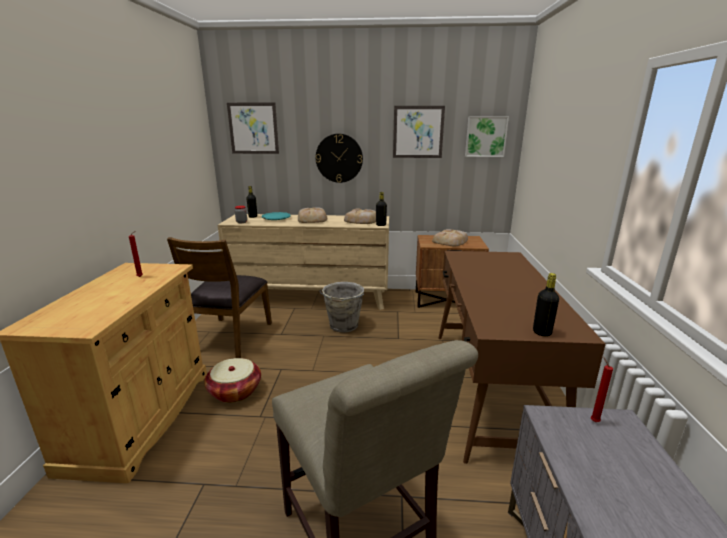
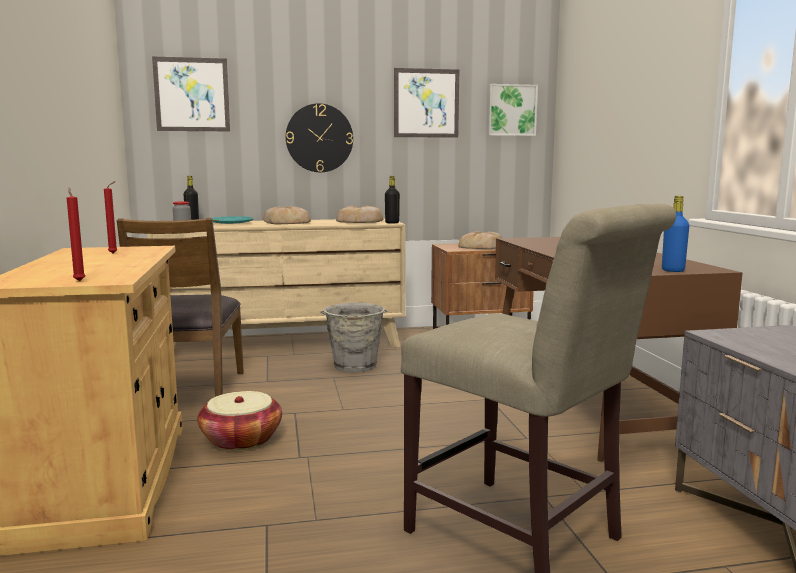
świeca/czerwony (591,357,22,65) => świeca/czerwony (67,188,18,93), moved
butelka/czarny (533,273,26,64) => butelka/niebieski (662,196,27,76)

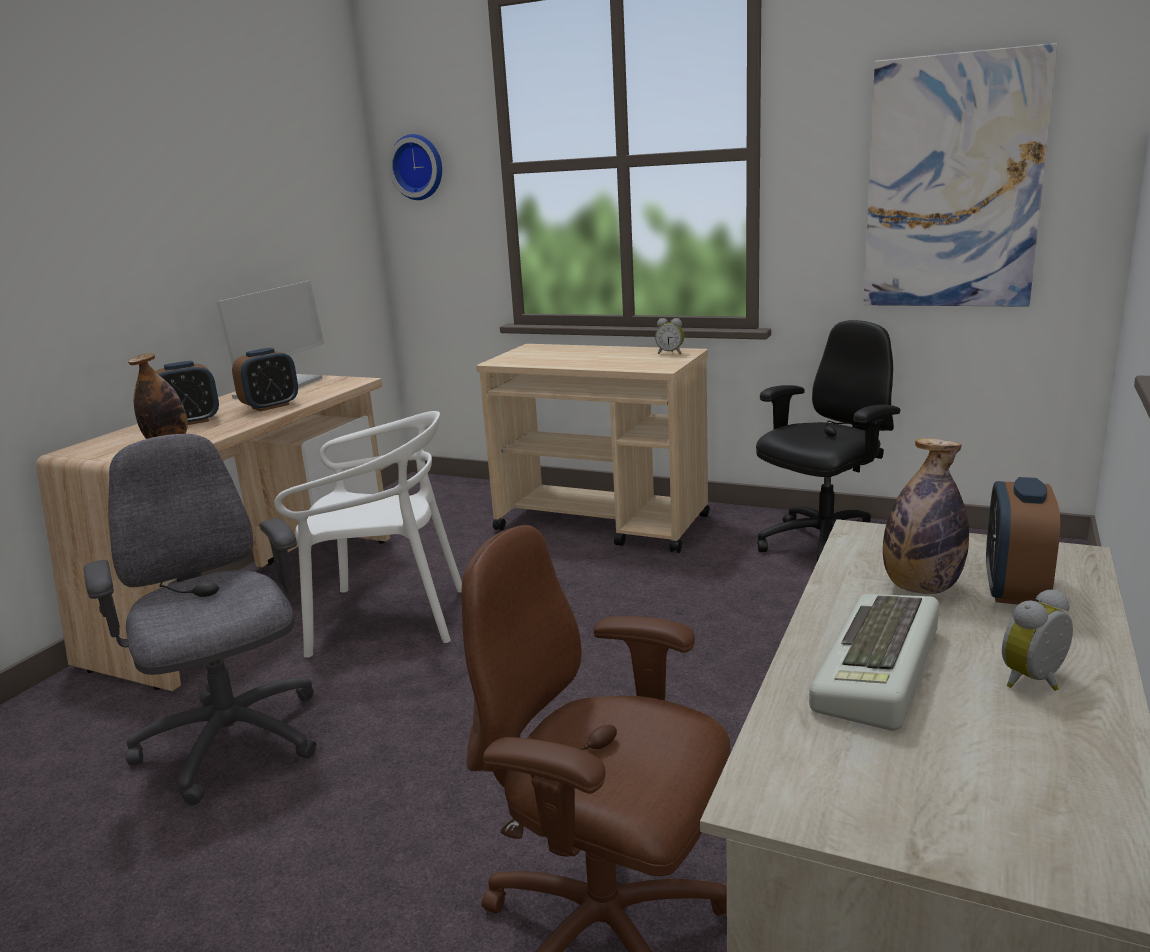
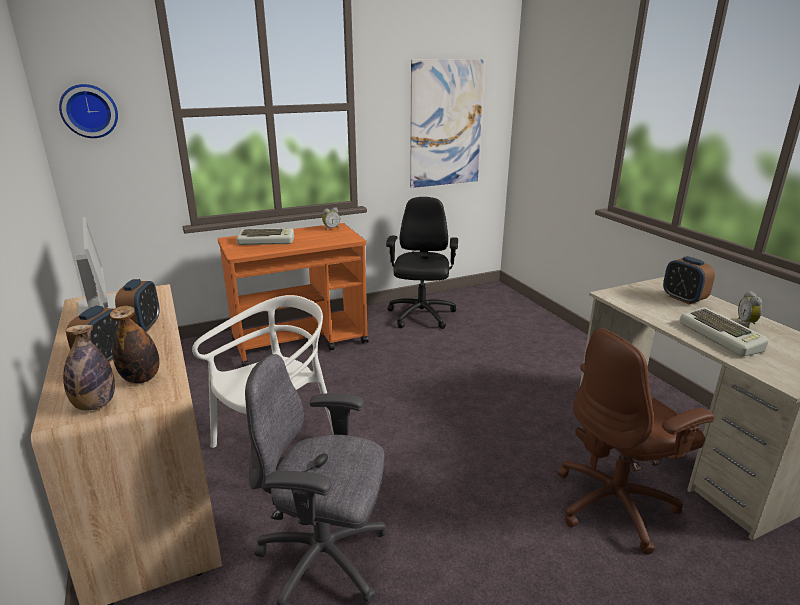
nothing => klawiatura (237,228,57,17)
butelka (883,438,86,156) => butelka (63,325,52,86), moved
wózek/beżowy (476,344,234,209) => wózek/pomarańczowy (218,223,150,144)

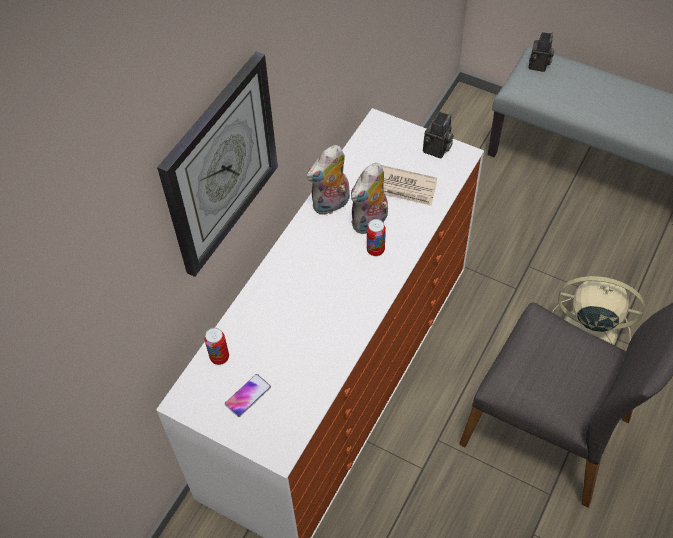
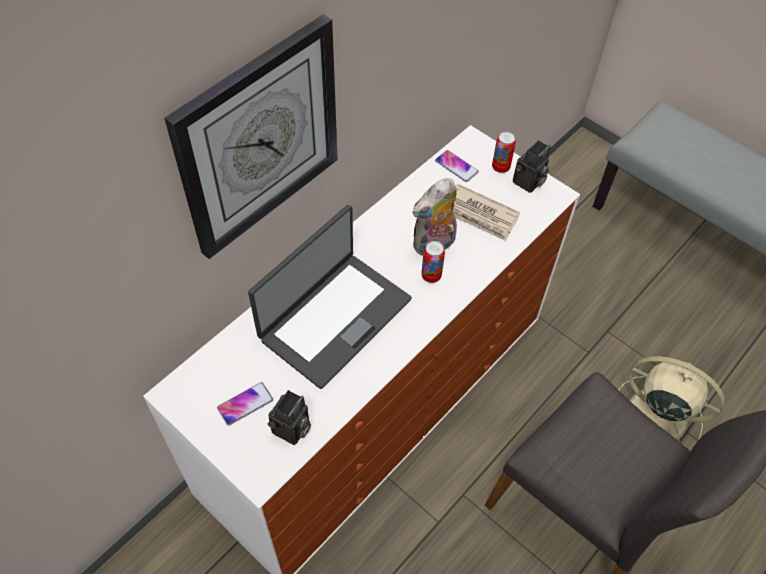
pluszak (307,145,43,70) => nothing
nothing => laptop (248,205,164,184)
nothing => telefon (435,150,44,32)
puszka (205,328,24,37) => puszka (492,132,24,41), moved
aparat fotograficzny (528,32,26,40) => aparat fotograficzny (268,390,43,55), moved

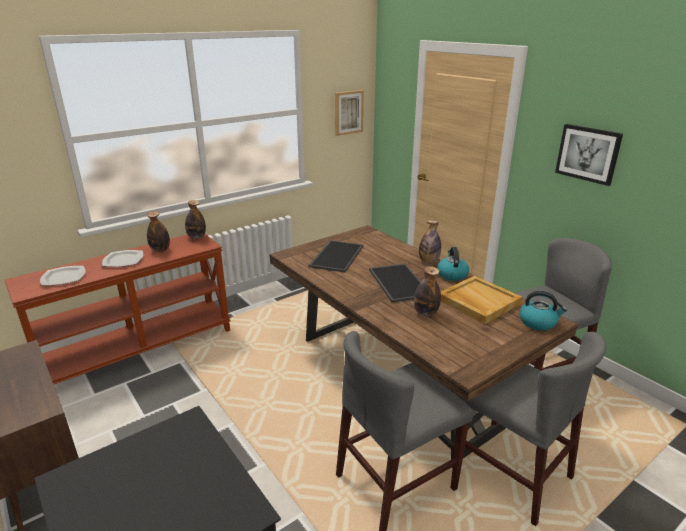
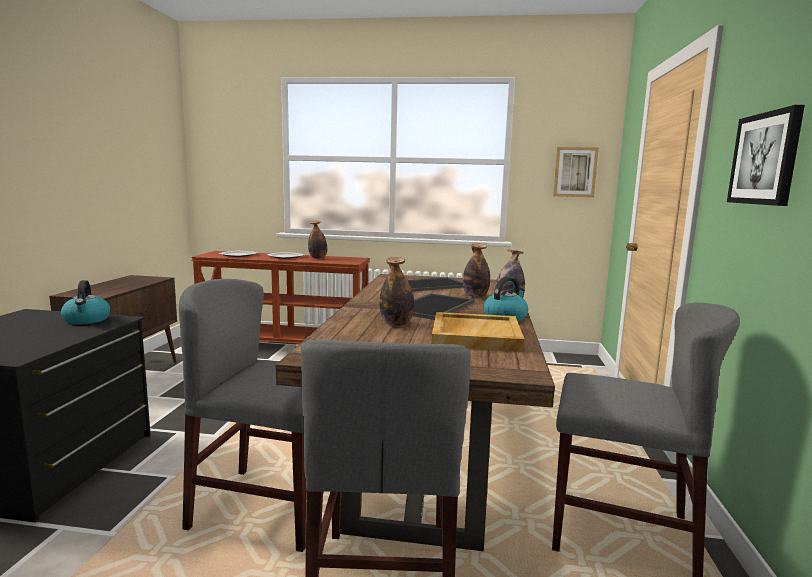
butelka (185,200,21,39) => butelka (463,243,27,54), moved
czajnik (520,291,47,40) => czajnik (61,280,49,44), moved

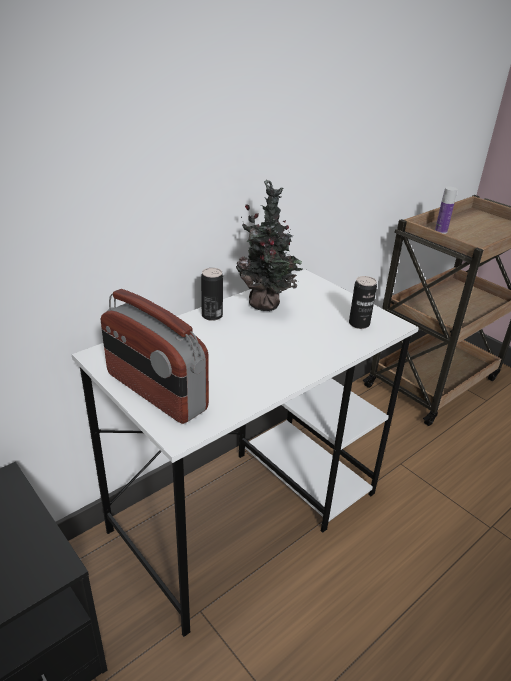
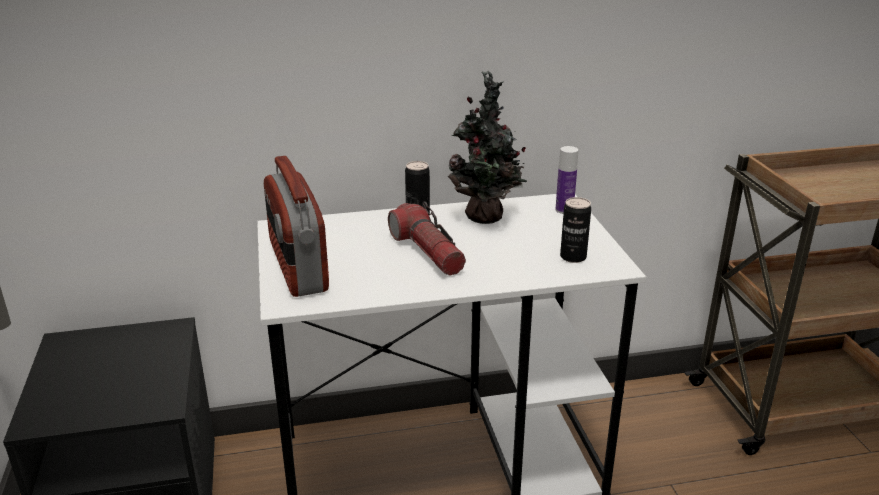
nothing => latarka (388,201,78,75)
butelka (435,187,22,47) => butelka (555,146,23,68), moved

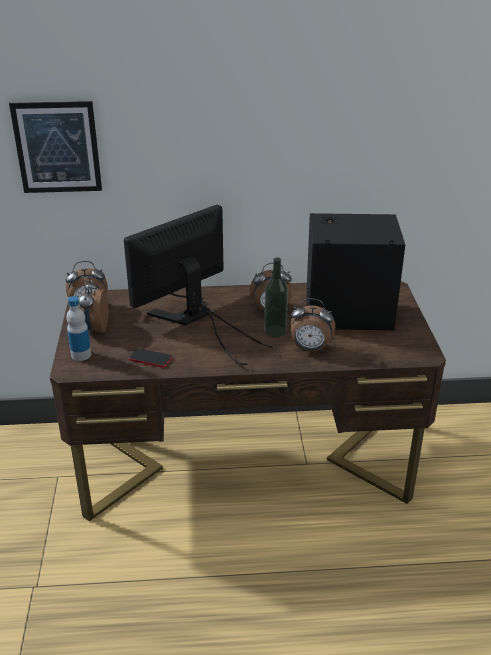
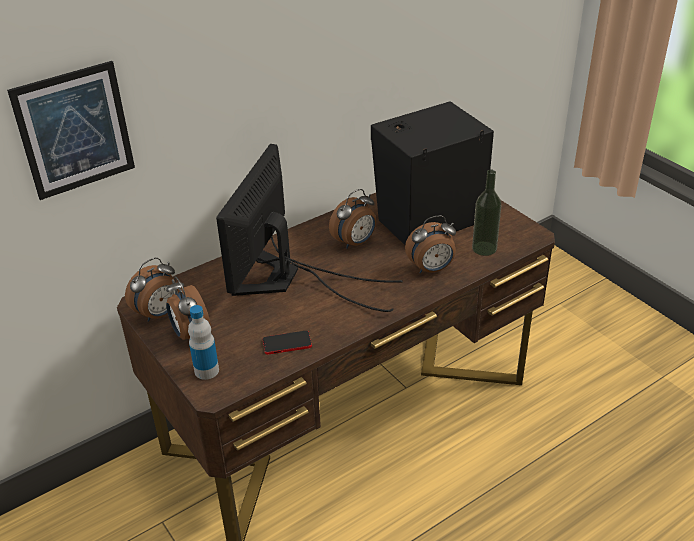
butelka (264,257,24,80) => butelka (472,170,29,86), moved

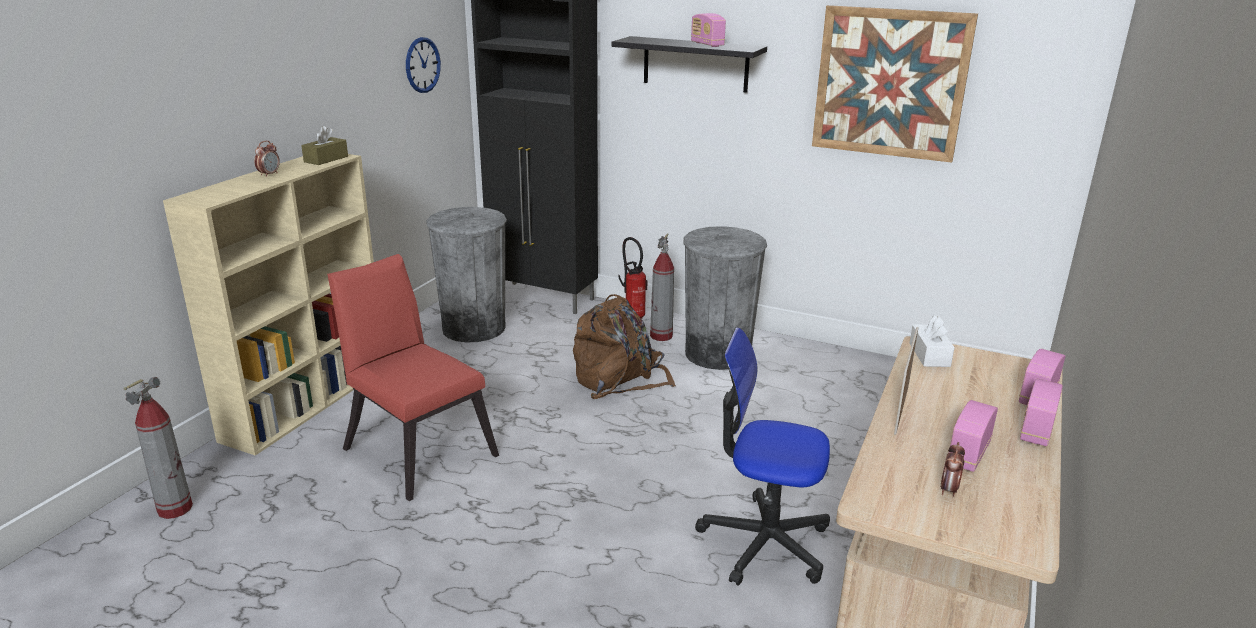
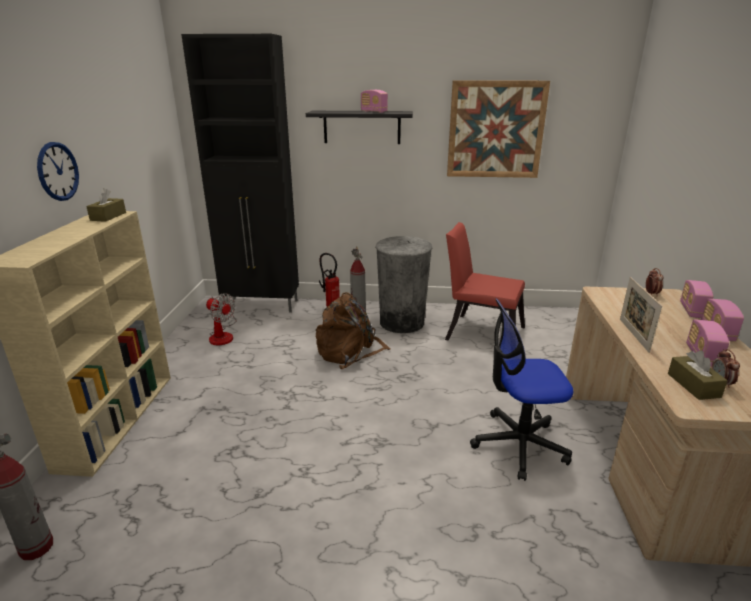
pudełko chusteczek/biały (910,315,45,52) => nothing
nothing => pudełko chusteczek/brązowy (668,351,60,49)
budzik (254,141,26,36) => budzik (646,268,17,28), moved
krzesło/czerwony (327,254,172,247) => krzesło/czerwony (445,222,80,118), moved
zegar ścienny (406,37,35,56) => zegar ścienny (37,142,42,59), moved
kosz na śmieci/szary (426,207,81,136) => wentylator (206,293,30,52)

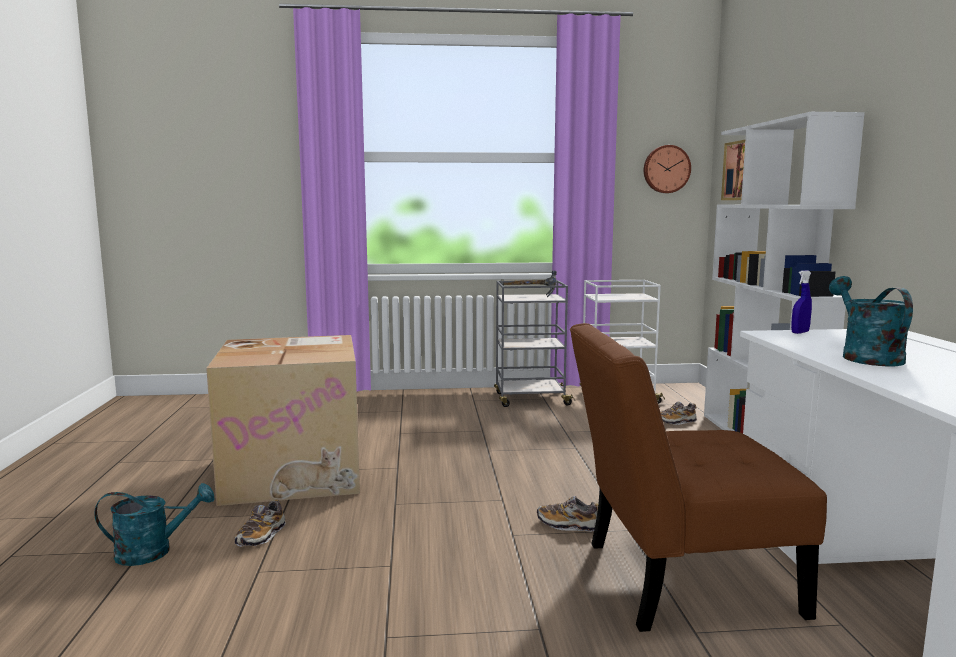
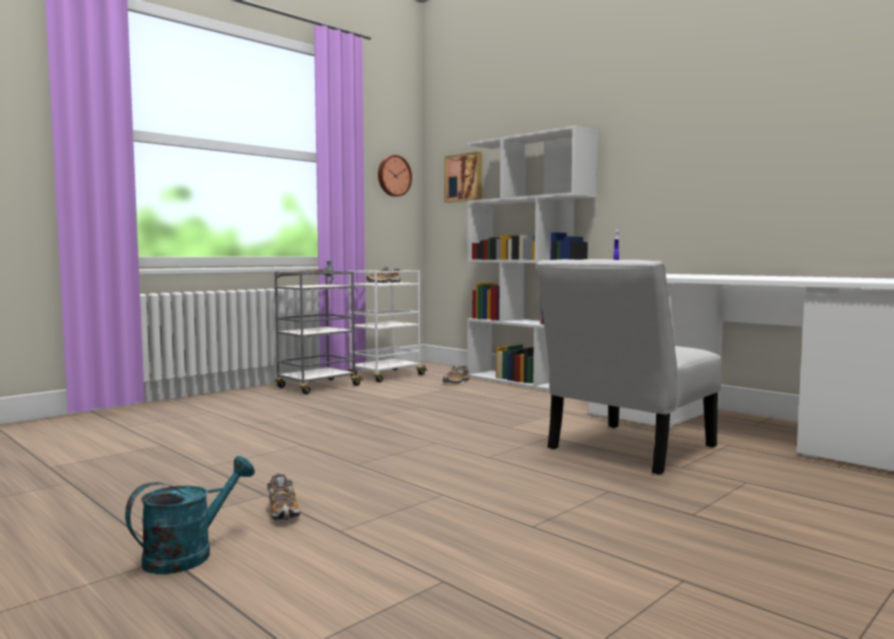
karton (206,335,154,171) => nothing
konewka/turkusowy (829,276,84,91) => nothing
but (537,496,61,36) => but (366,266,35,17), moved
krzesło/brązowy (570,323,257,309) => krzesło/biały (536,259,186,216)

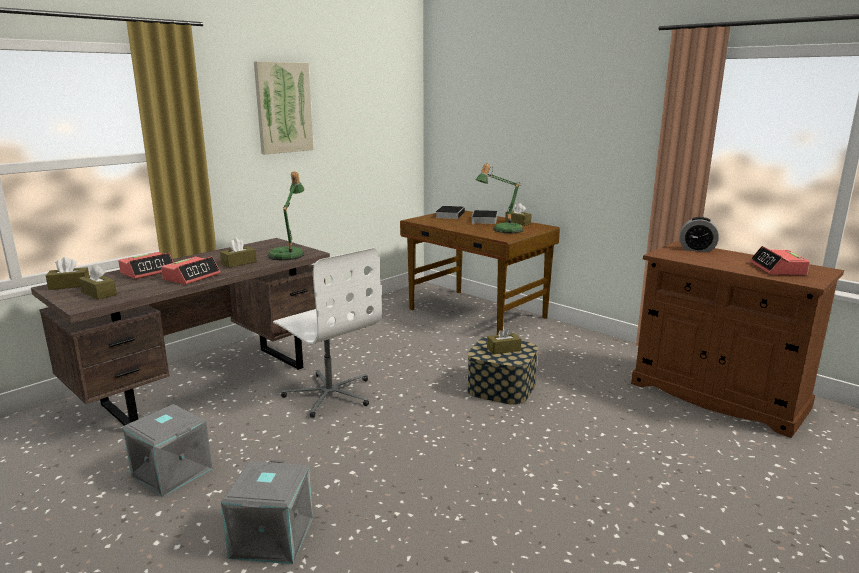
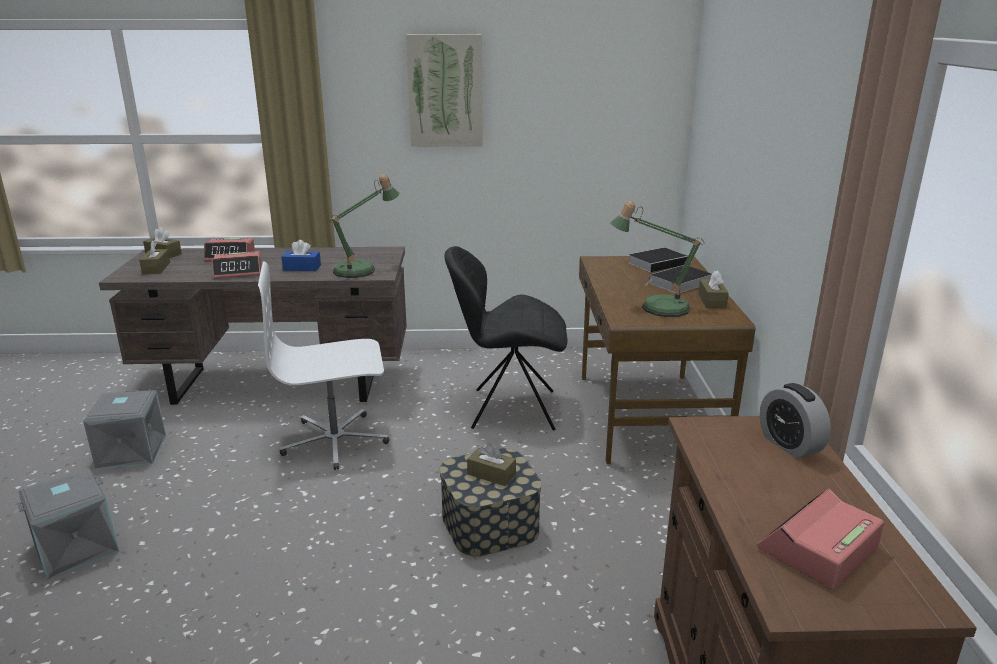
nothing => krzesło/czarny (444,246,123,185)
pudełko chusteczek/brązowy (220,238,37,30) => pudełko chusteczek/niebieski (281,240,40,31)
krzesło biurowe/biały (273,248,109,170) => krzesło biurowe/biały (258,262,131,208), 75 degrees clockwise

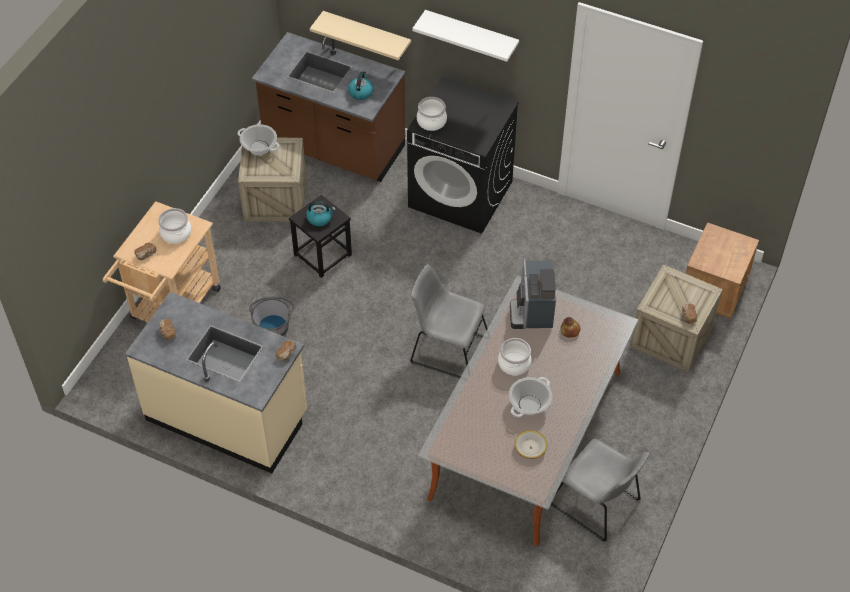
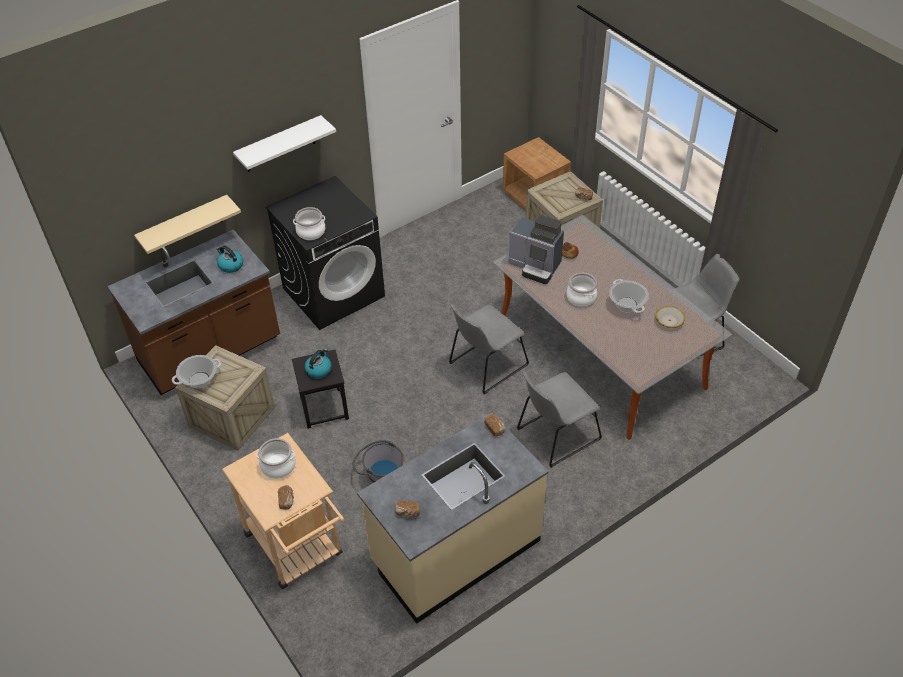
nothing => krzesło/szary (517,371,85,96)

